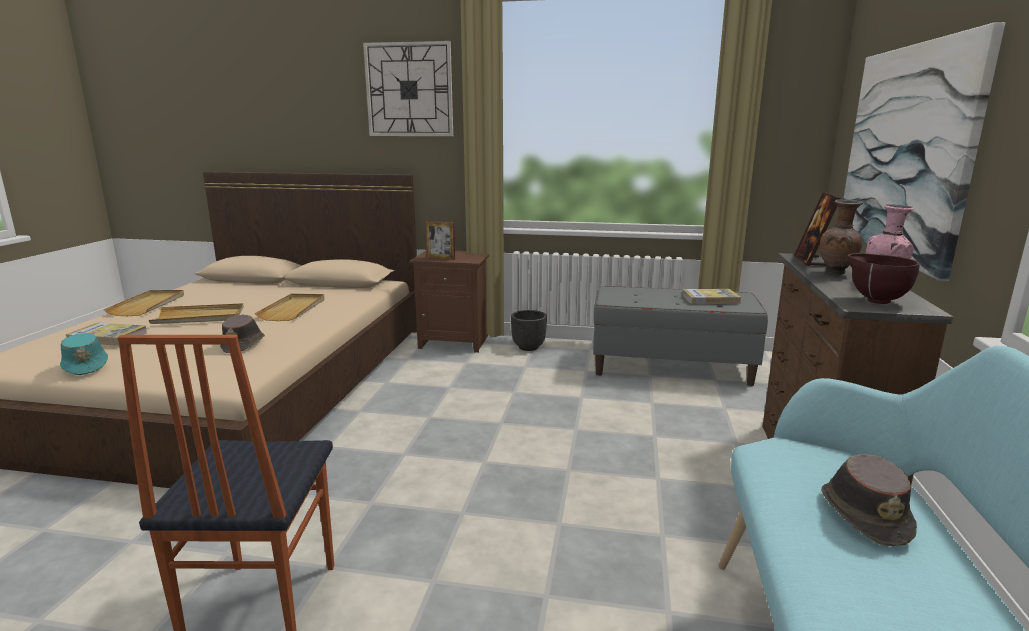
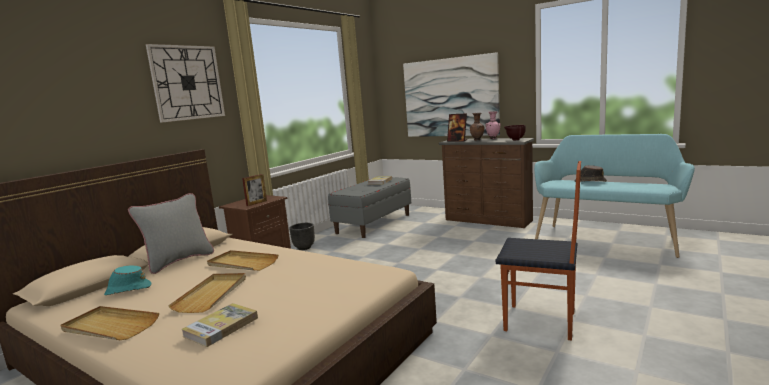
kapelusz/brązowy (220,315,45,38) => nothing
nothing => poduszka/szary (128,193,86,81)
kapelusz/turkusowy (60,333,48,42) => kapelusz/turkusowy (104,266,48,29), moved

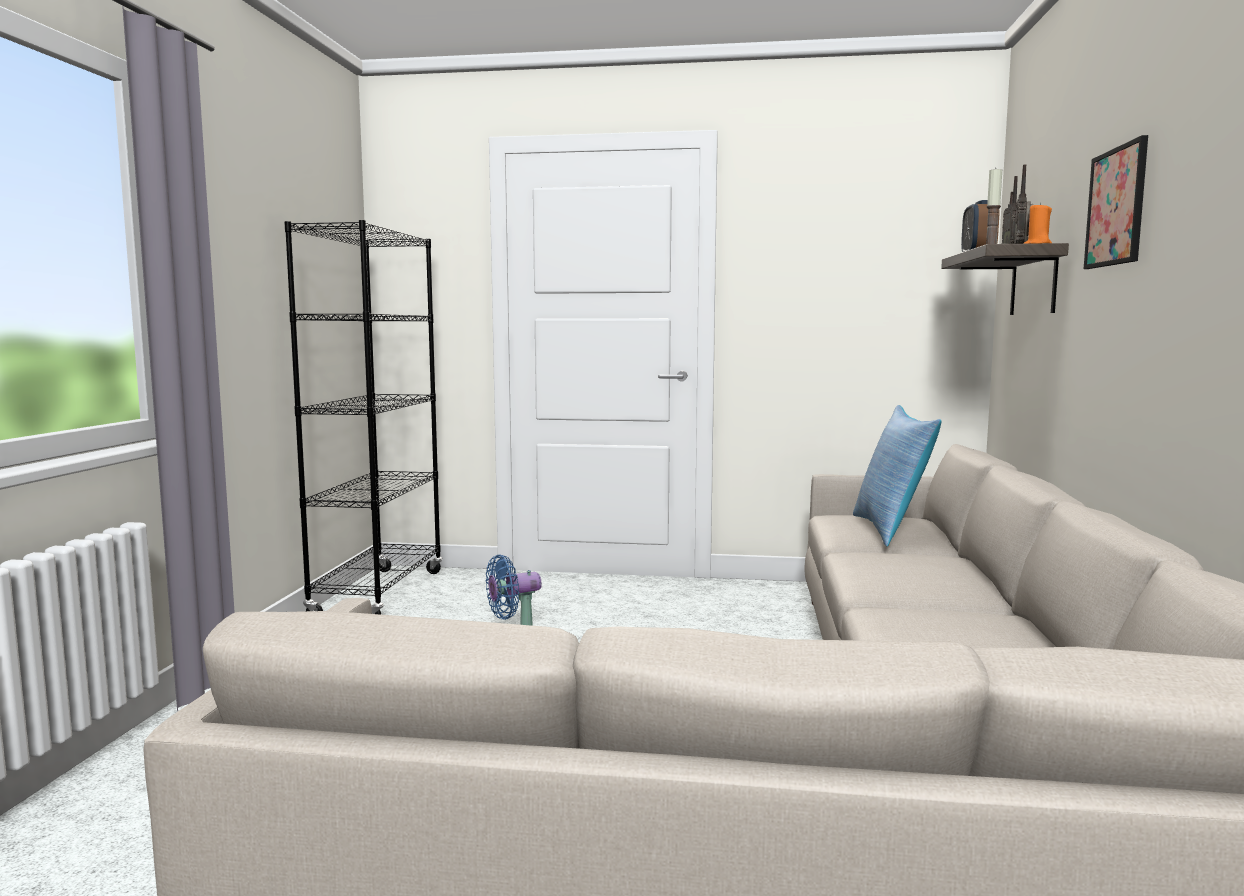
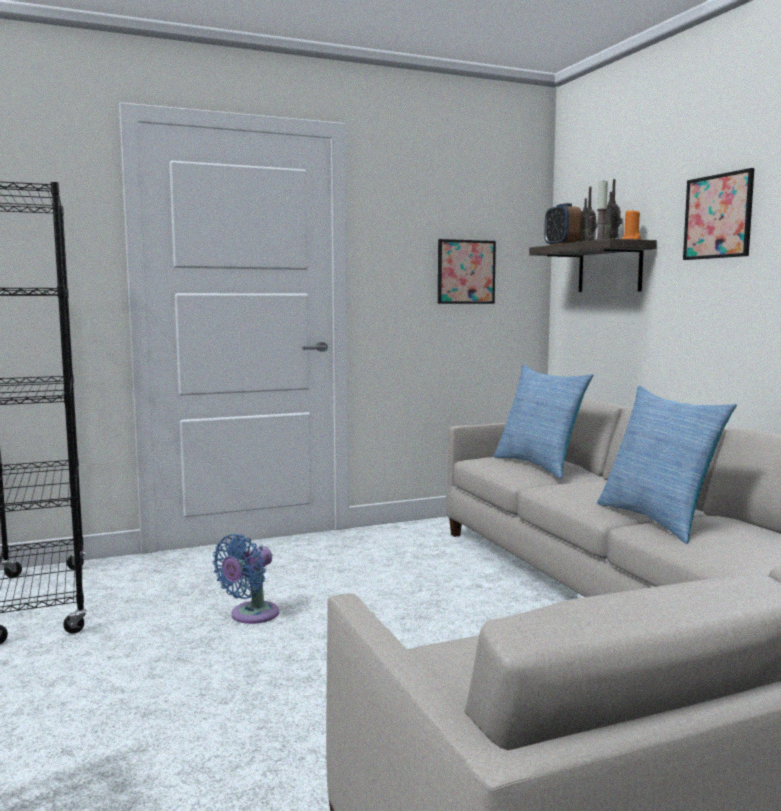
nothing => obraz (438,239,58,65)
nothing => poduszka (597,386,140,158)

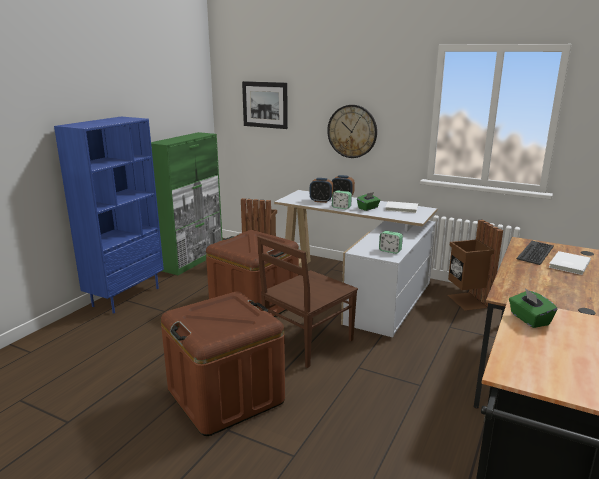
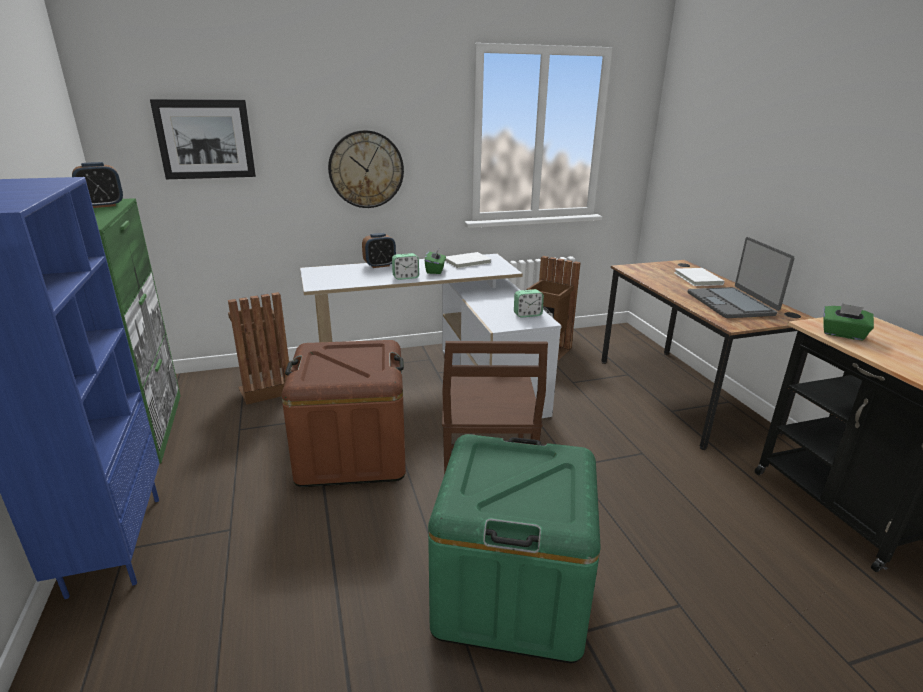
klawiatura (517,241,37,24) => nothing
nothing => laptop (688,237,106,81)
budzik (310,178,23,25) => budzik (72,162,51,46), moved
pojemnik do przechowywania/brązowy (161,291,124,145) => pojemnik do przechowywania/zielony (428,434,173,229)

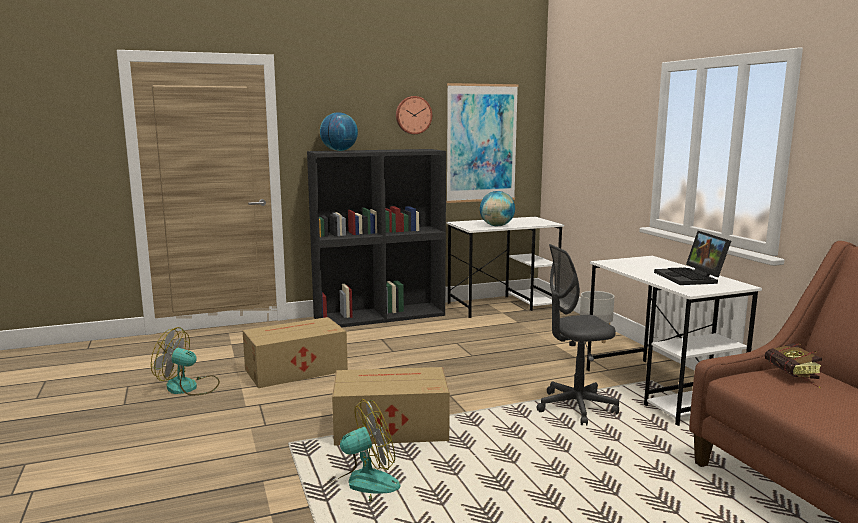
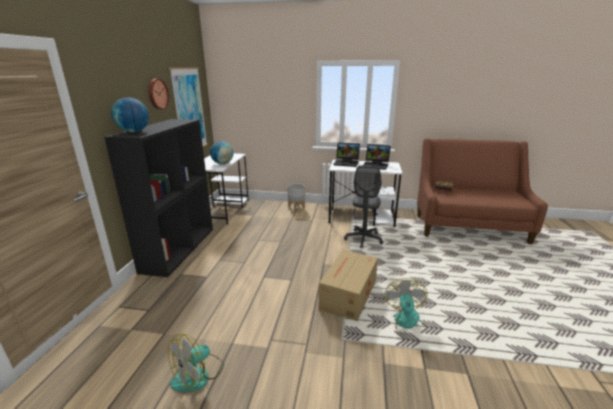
karton (242,317,106,71) => nothing
nothing => laptop (333,143,27,24)

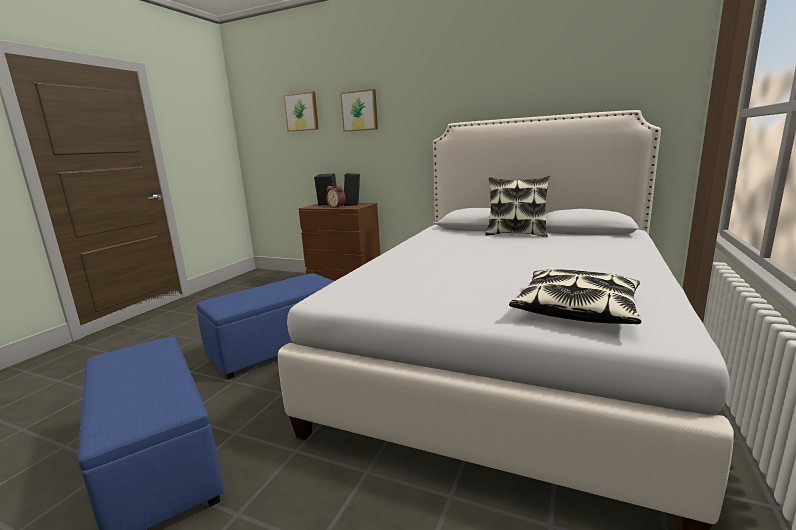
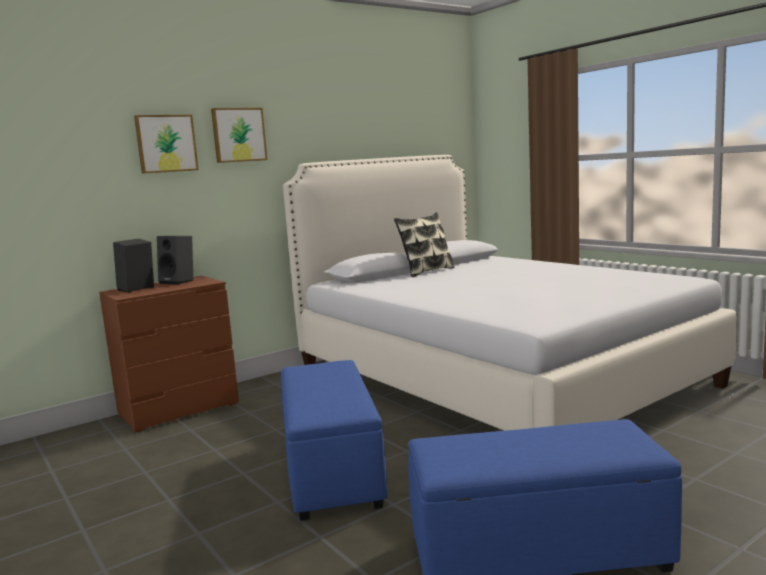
budzik (326,186,20,22) => nothing
poduszka (509,269,133,55) => nothing
obraz (283,91,36,41) => obraz (211,108,56,55), moved

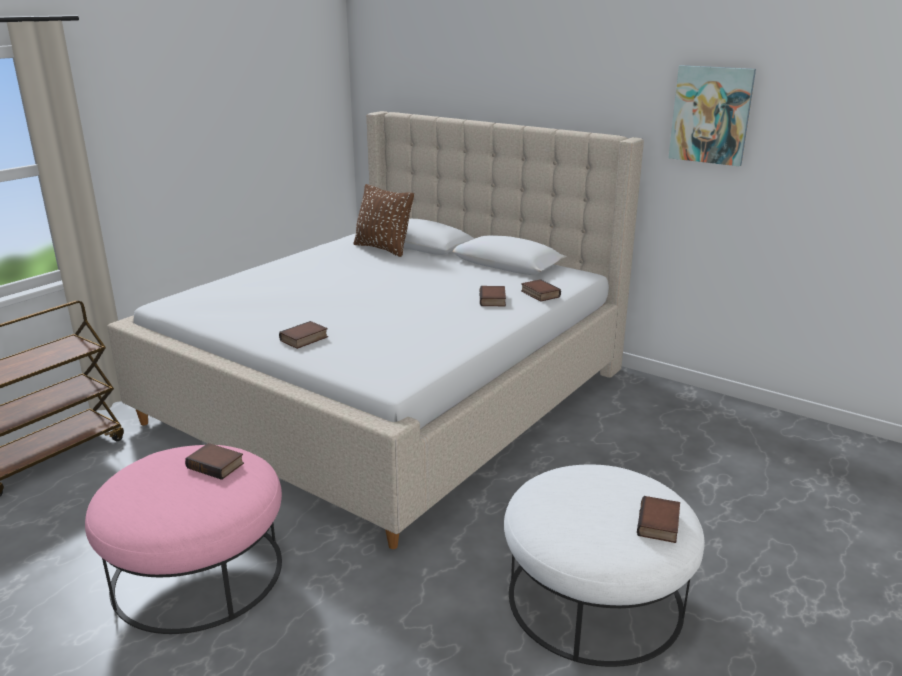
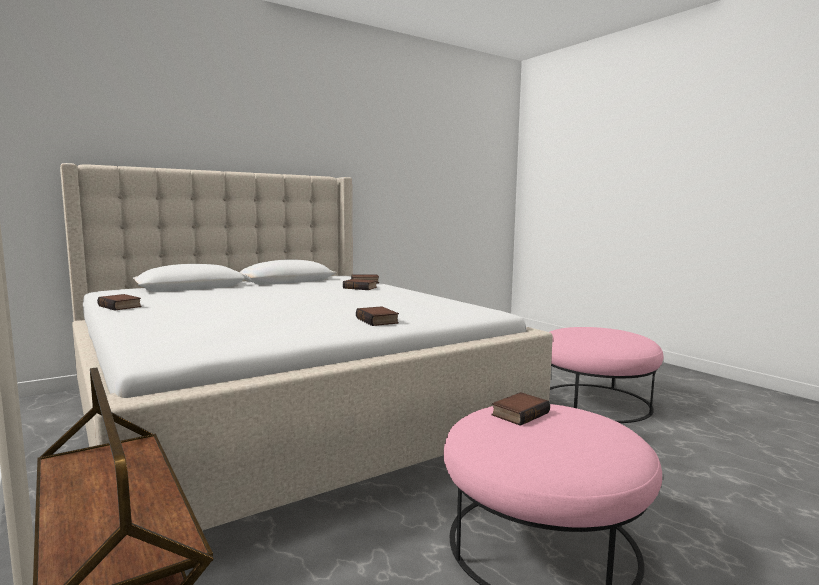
poduszka/brązowy (354,184,60,73) => nothing
obraz (668,65,88,101) => nothing
książka (637,496,43,47) => książka (97,294,45,16), moved
pufa/biały (504,465,201,202) => pufa/różowy (550,327,114,96)

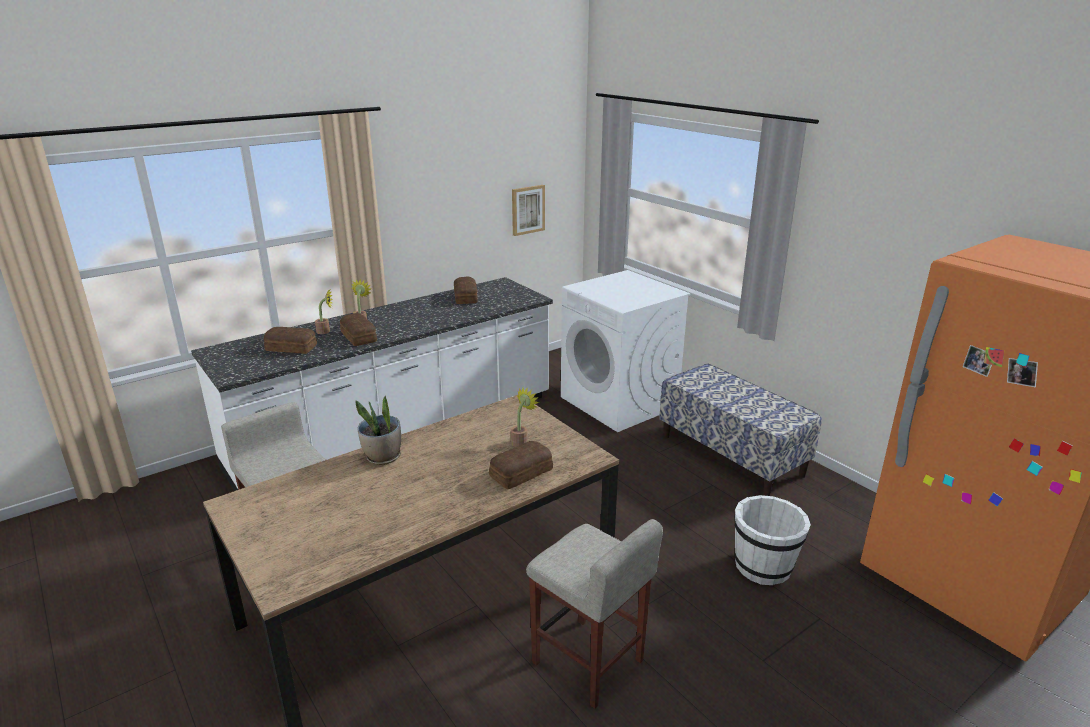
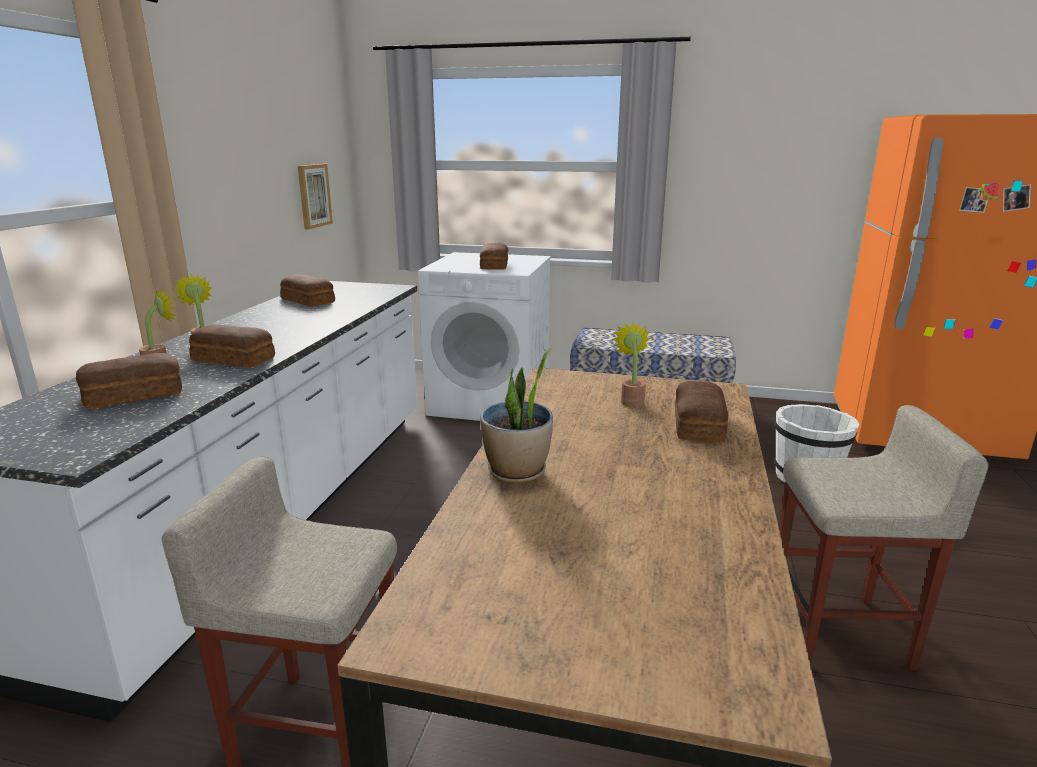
nothing => chleb (480,243,28,26)

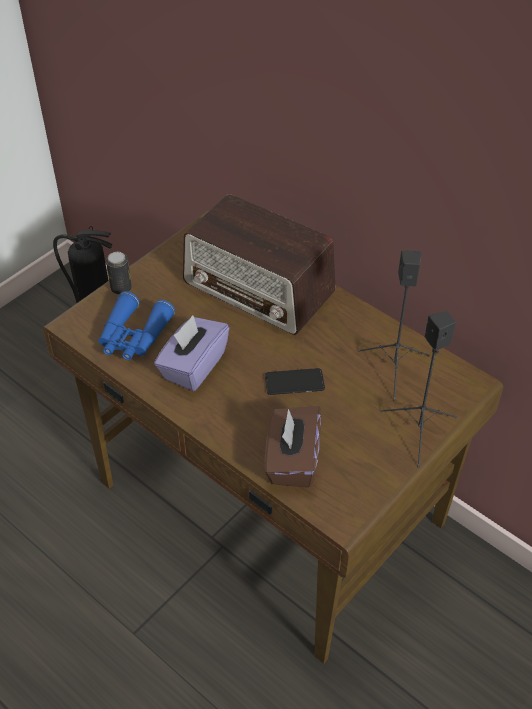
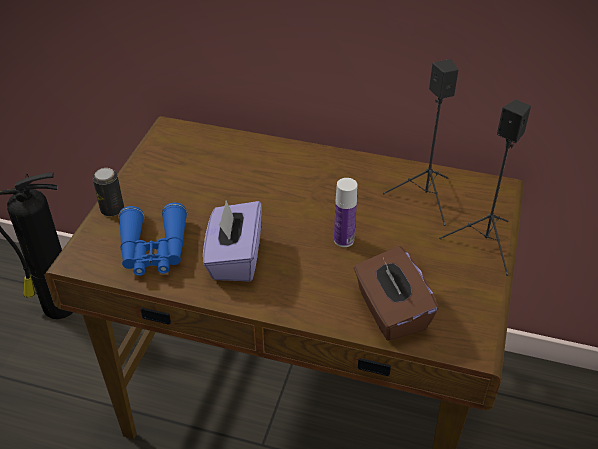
radio (183,194,153,141) => nothing
telefon (265,368,60,27) => butelka (334,178,23,69)

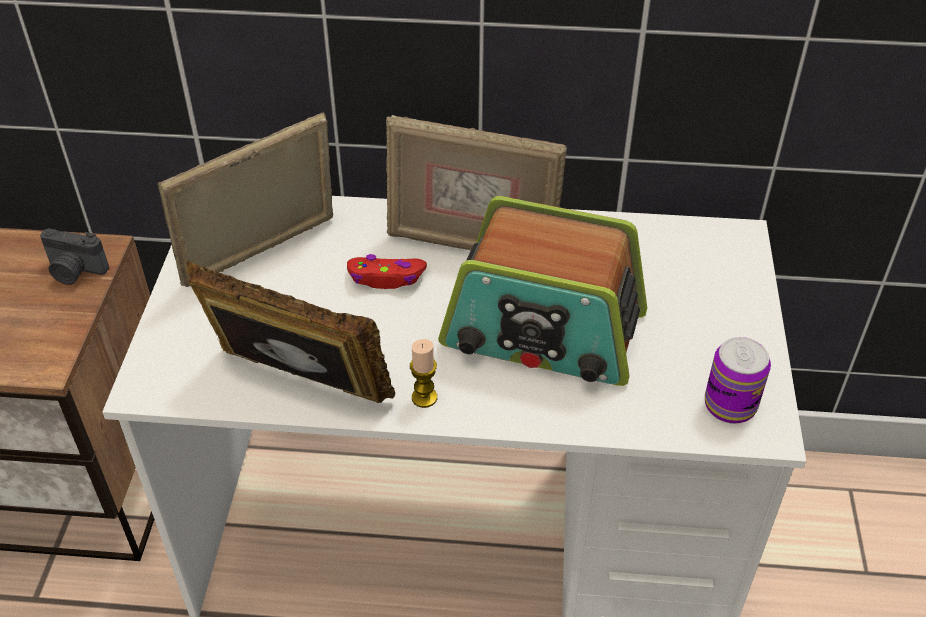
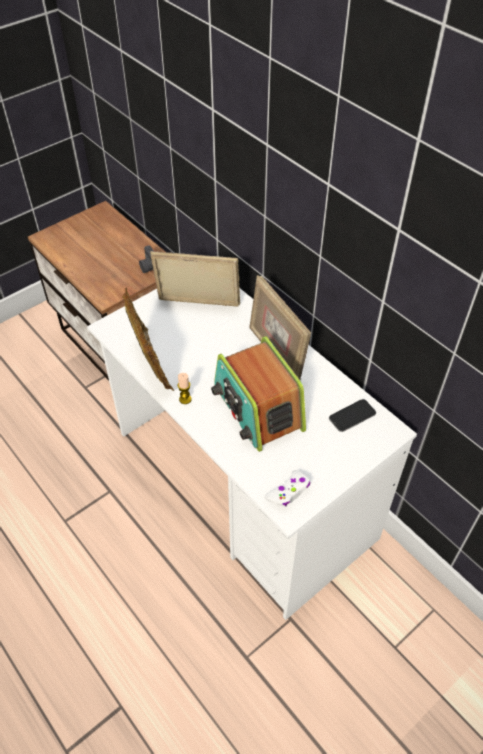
pad do gier/czerwony (347,254,80,35) => nothing
nothing => telefon (329,399,47,33)
puszka (705,337,66,87) => pad do gier/biały (265,470,45,36)

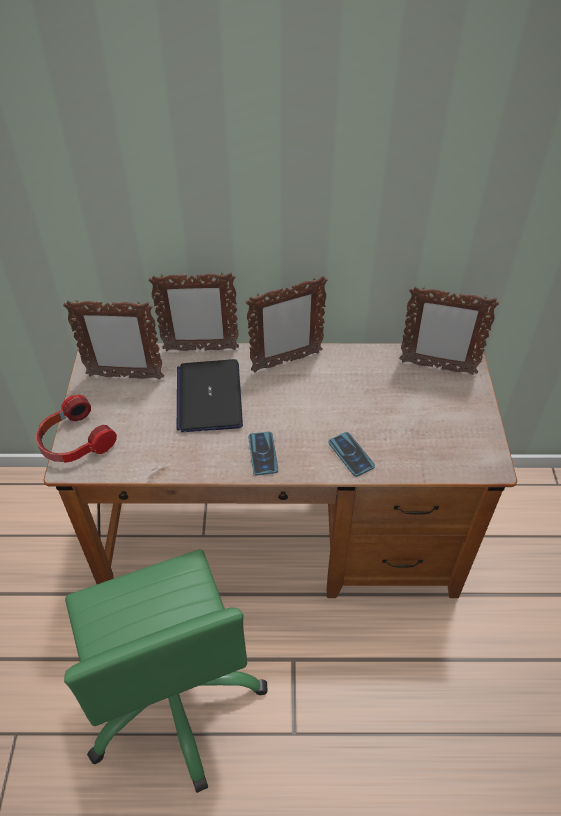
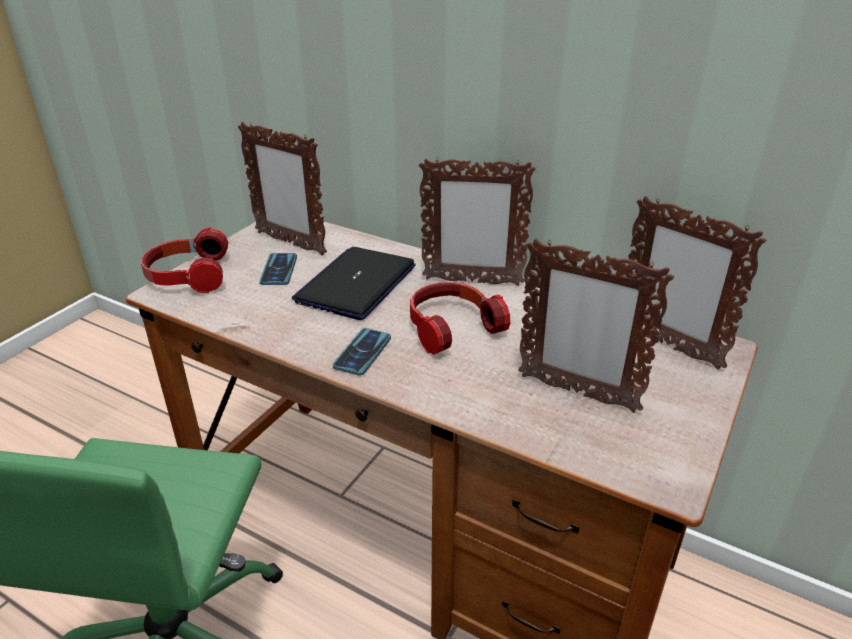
nothing => słuchawki (410,282,100,73)
ramka na zdjęcie (149,272,90,79) => ramka na zdjęcie (518,239,156,174), moved
telefon (329,432,46,45) => telefon (259,253,38,32), moved

